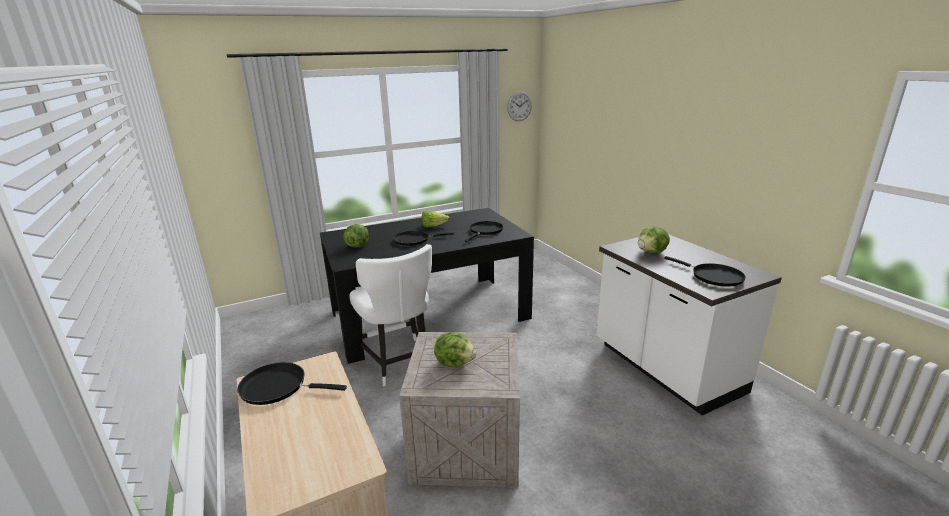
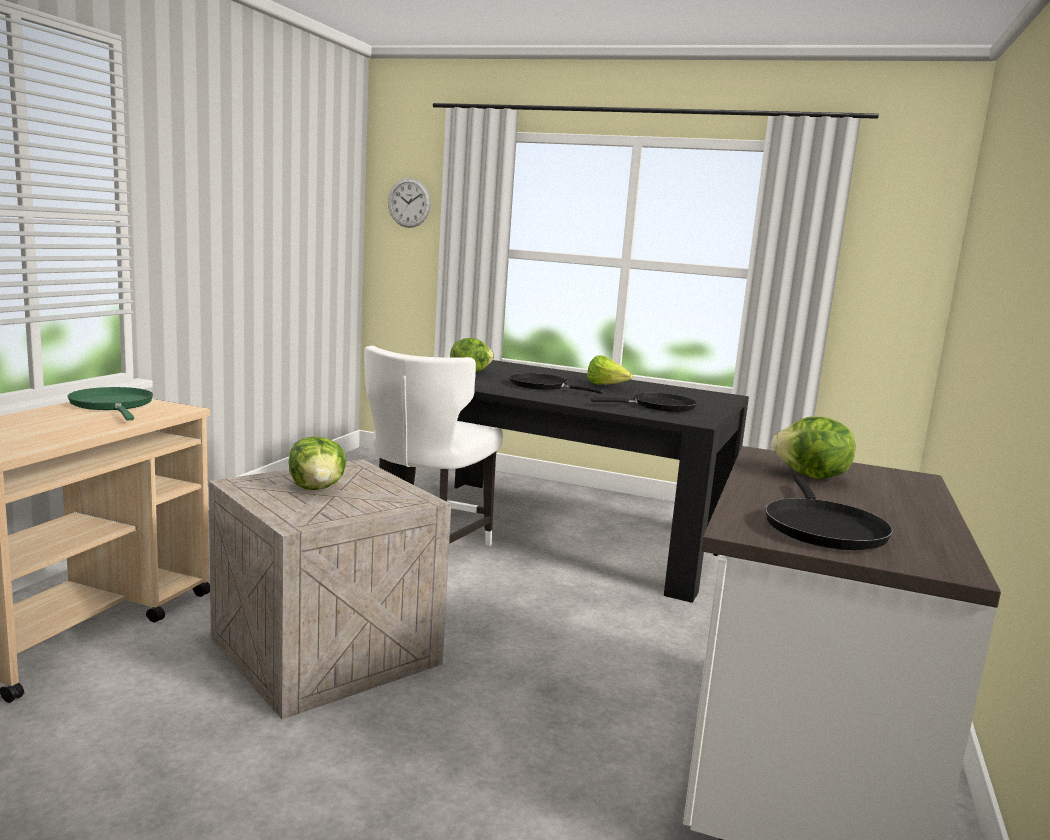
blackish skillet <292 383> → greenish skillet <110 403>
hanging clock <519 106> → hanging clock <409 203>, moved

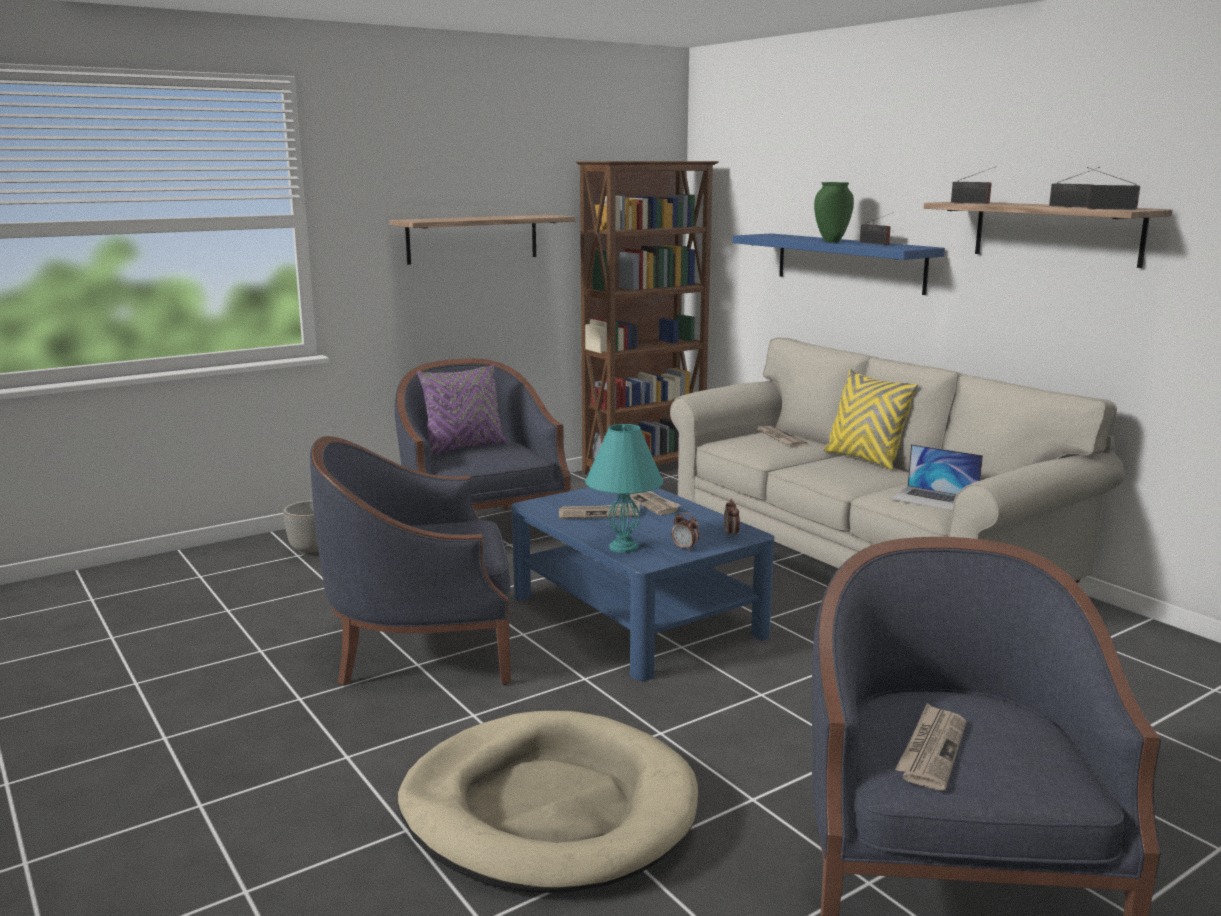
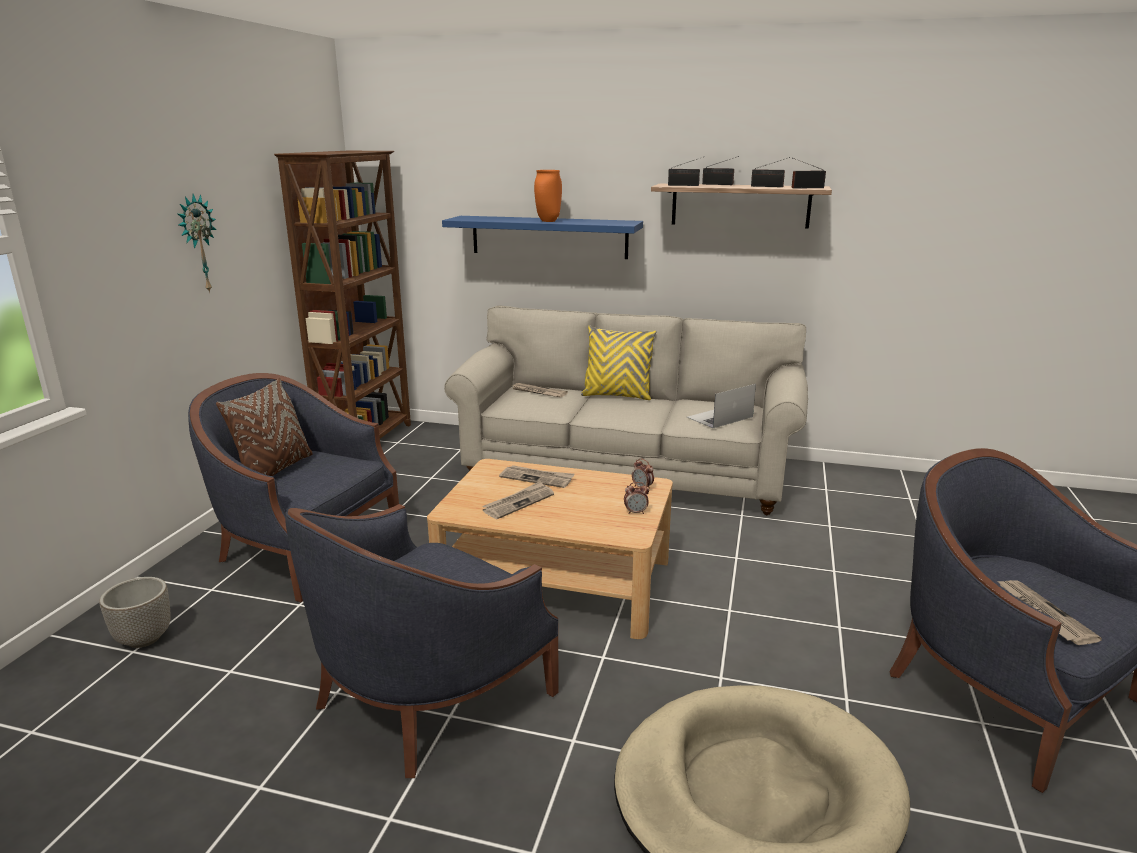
wall shelf <482 239> → hanging clock <197 243>
purple-coloured pillow <462 410> → brown pillow <264 427>
blue coffee table <643 584> → beige-coloured coffee table <550 549>
turquoise-coloured table lamp <624 488> → -
greenish flower vase <834 212> → orangey flower vase <548 196>
radio set <877 228> → radio set <720 170>, moved
portable computer <937 477> → portable computer <721 406>, 150 degrees clockwise

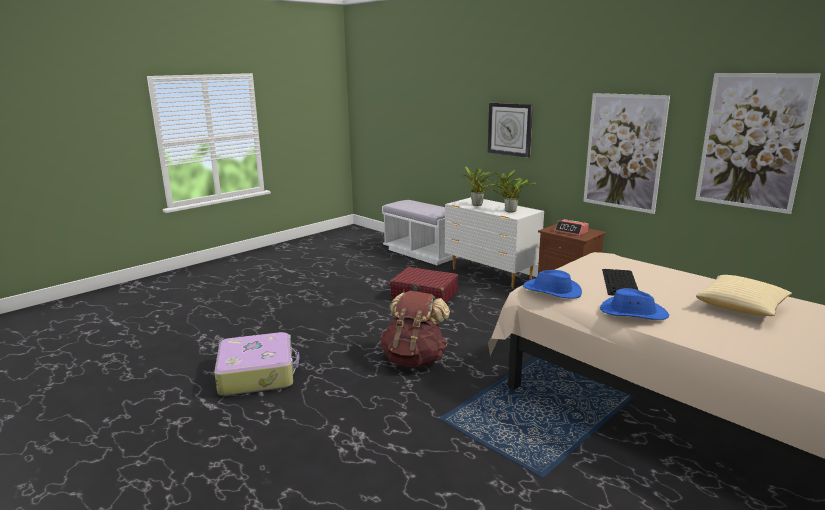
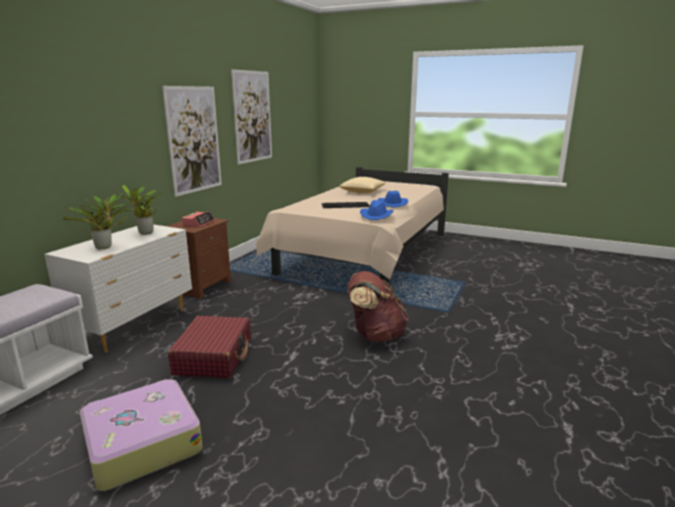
piece of luggage <257 364> → piece of luggage <141 435>, moved
hanging clock <510 129> → -

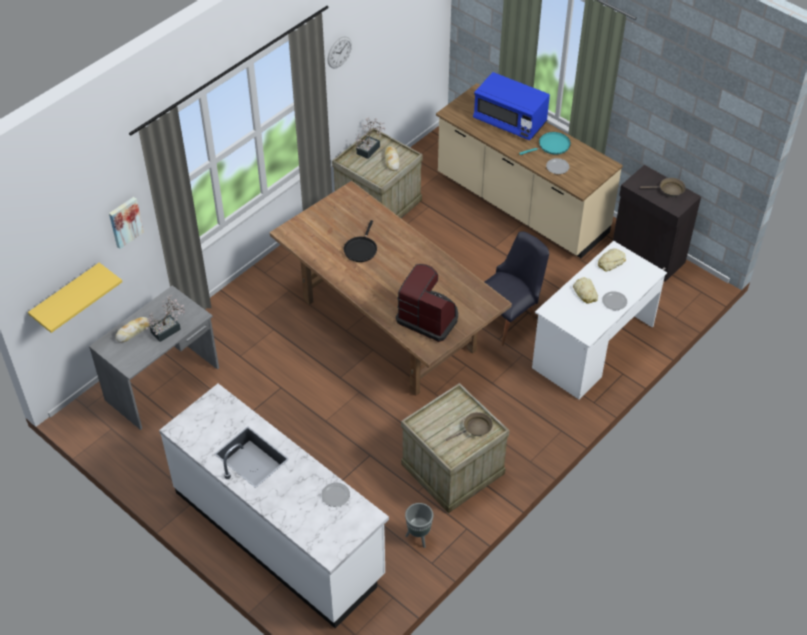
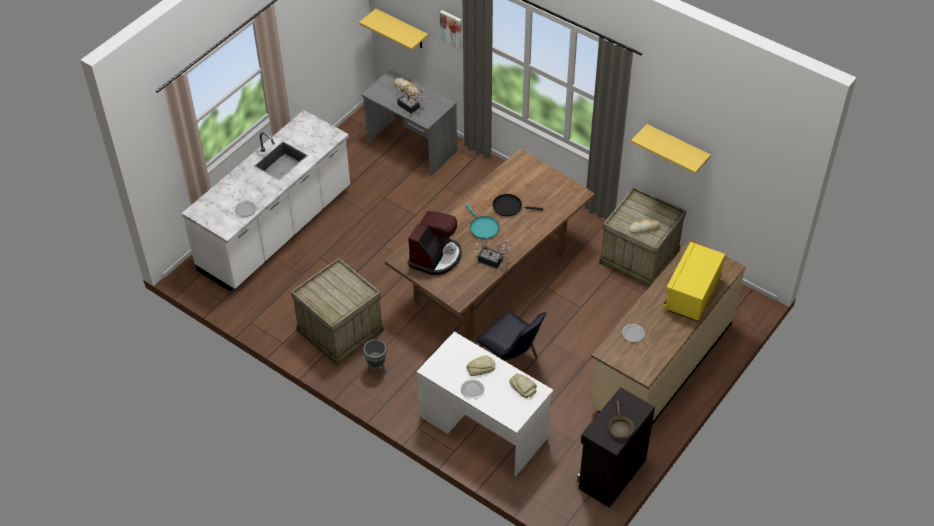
hanging clock <340 52> → -
plant in a pot <371 138> → plant in a pot <492 253>, moved
gray plant pot <419 525> → gray plant pot <374 356>, moved
brown skillet <469 426> → -
blue kitchen microwave <511 106> → yellowish kitchen microwave <694 282>
turquoise-coloured skillet <545 143> → turquoise-coloured skillet <483 221>, moved
- → yellowish wall shelf <671 149>

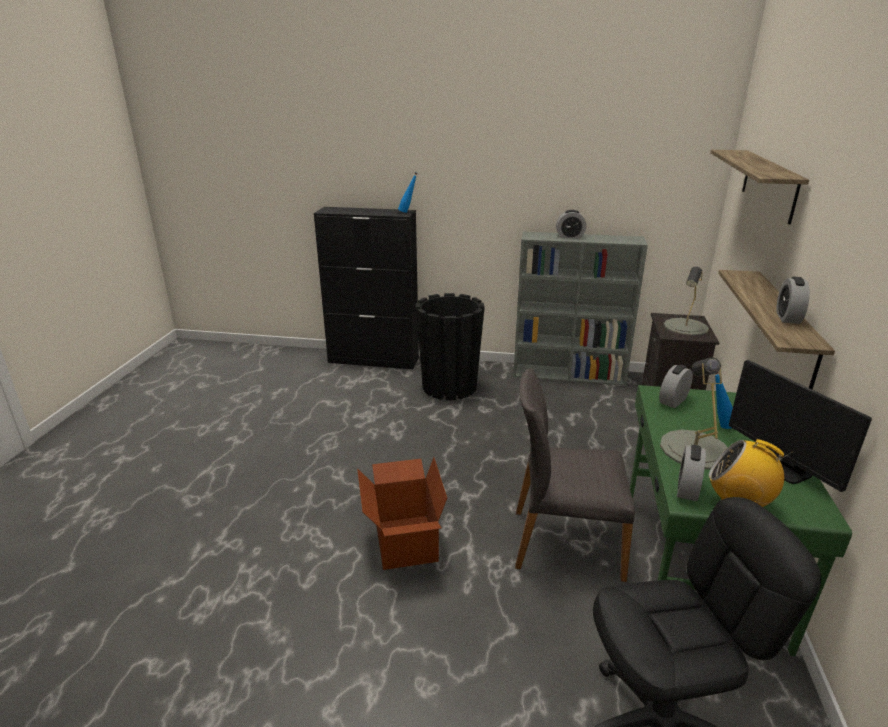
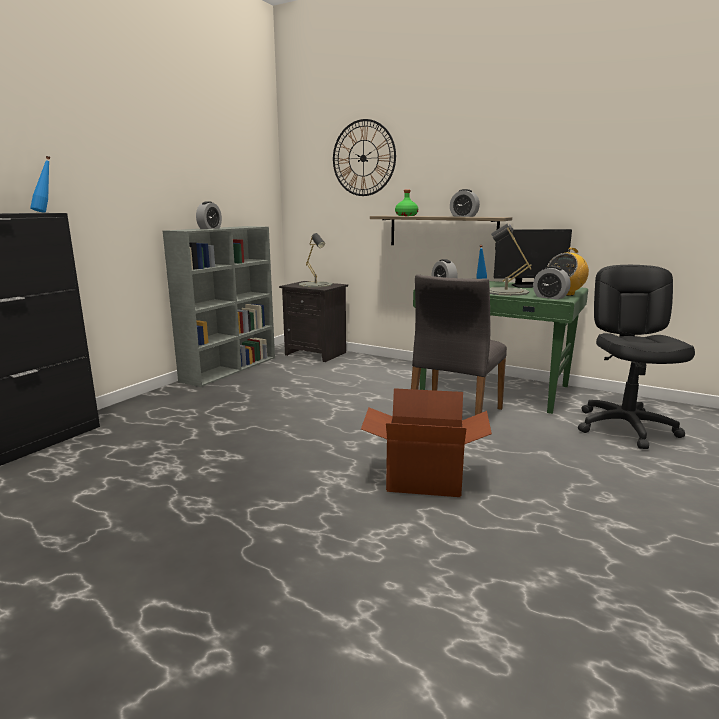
blackish plant pot <450 346> → -
wall shelf <759 187> → hanging clock <364 157>
- → greenish beverage bottle <406 203>

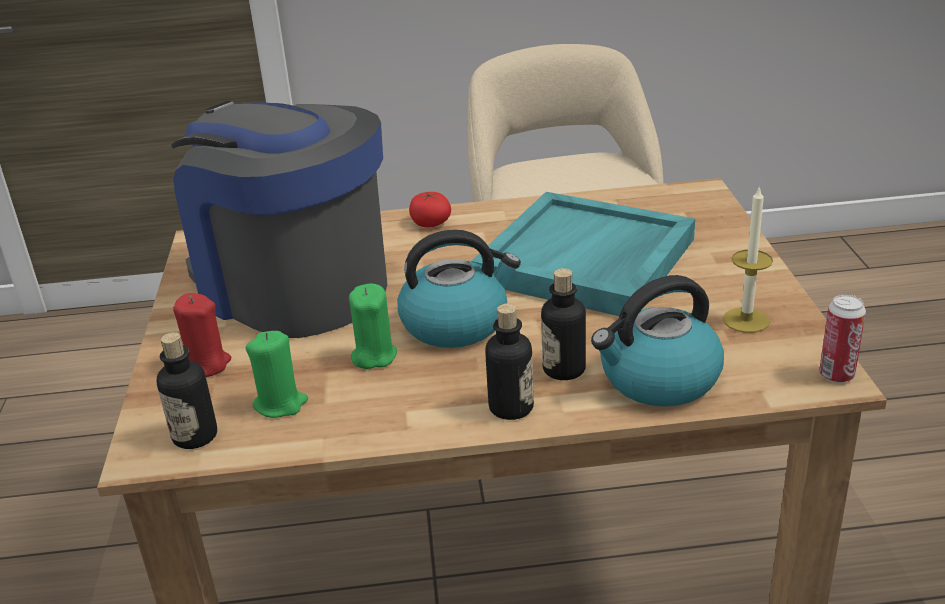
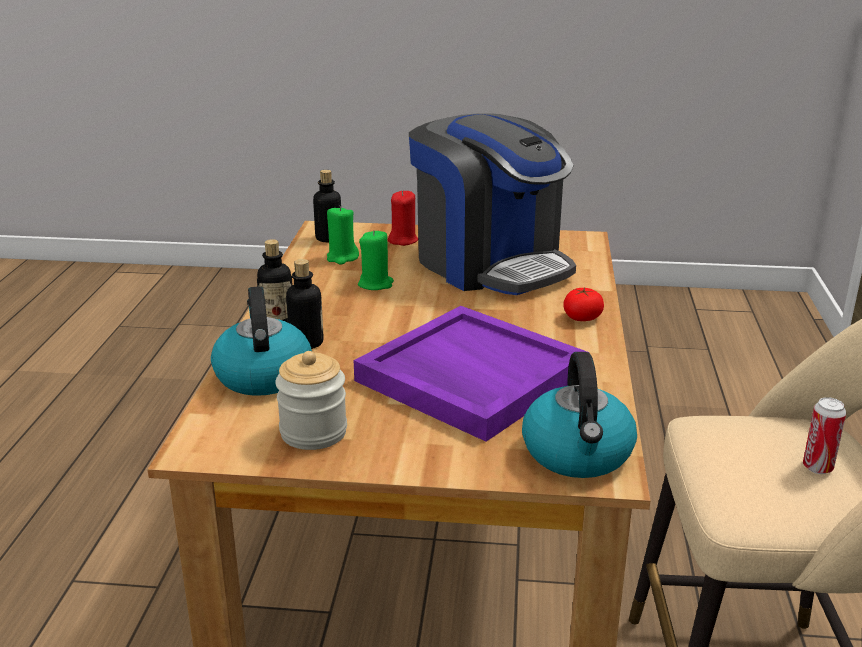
coffee brewer <279 219> → coffee brewer <492 204>, 90 degrees clockwise
water kettle <459 288> → water kettle <579 415>, moved
turquoise-coloured carrying tray <583 254> → purple-coloured carrying tray <470 374>
wax light <748 259> → preserve jar <311 400>
metal can <842 338> → metal can <824 435>, moved

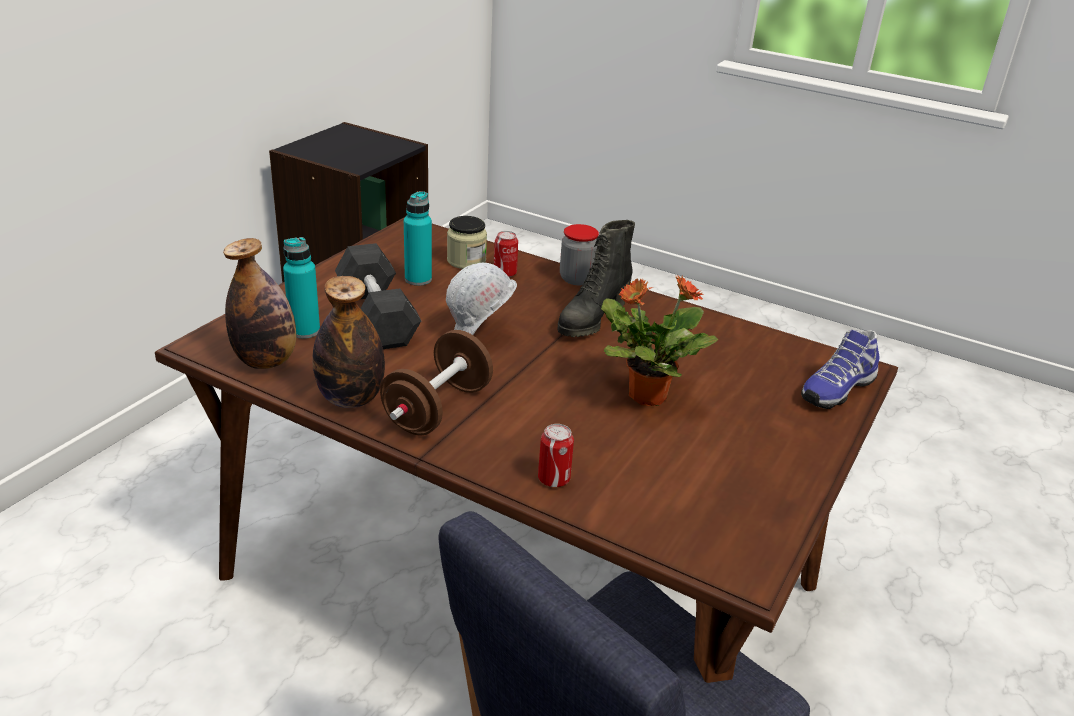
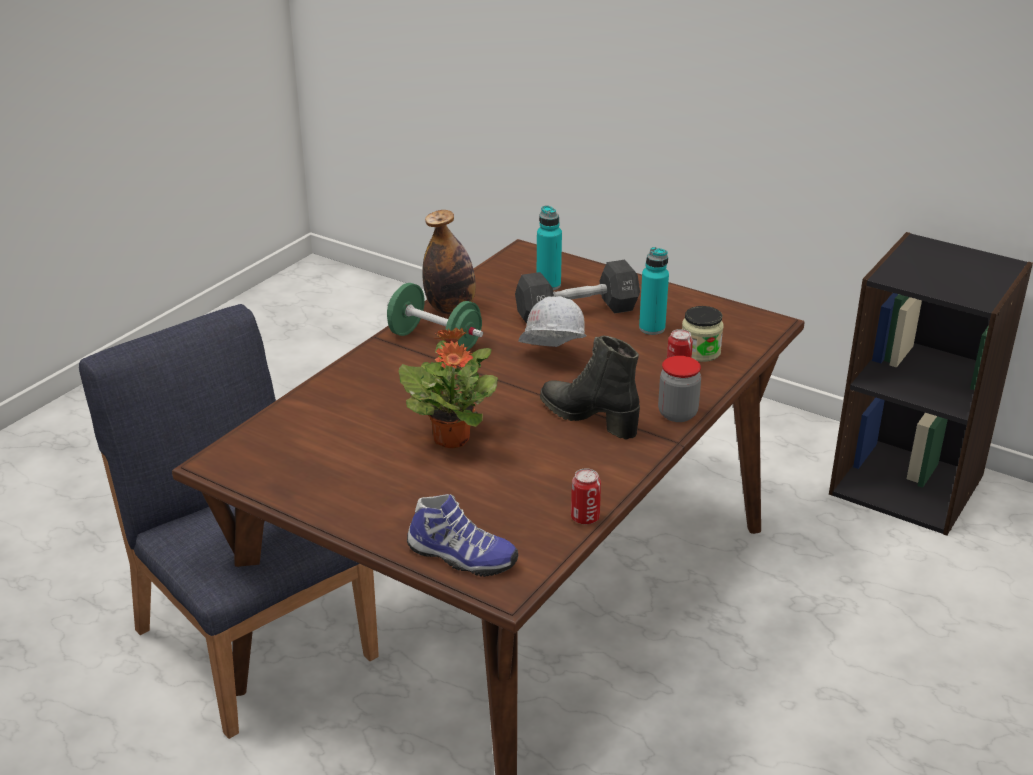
beverage bottle <259 303> → -
brown dumbbell <436 383> → greenish dumbbell <435 317>
metal can <556 455> → metal can <586 496>, moved
shoe <840 369> → shoe <463 535>, 150 degrees clockwise

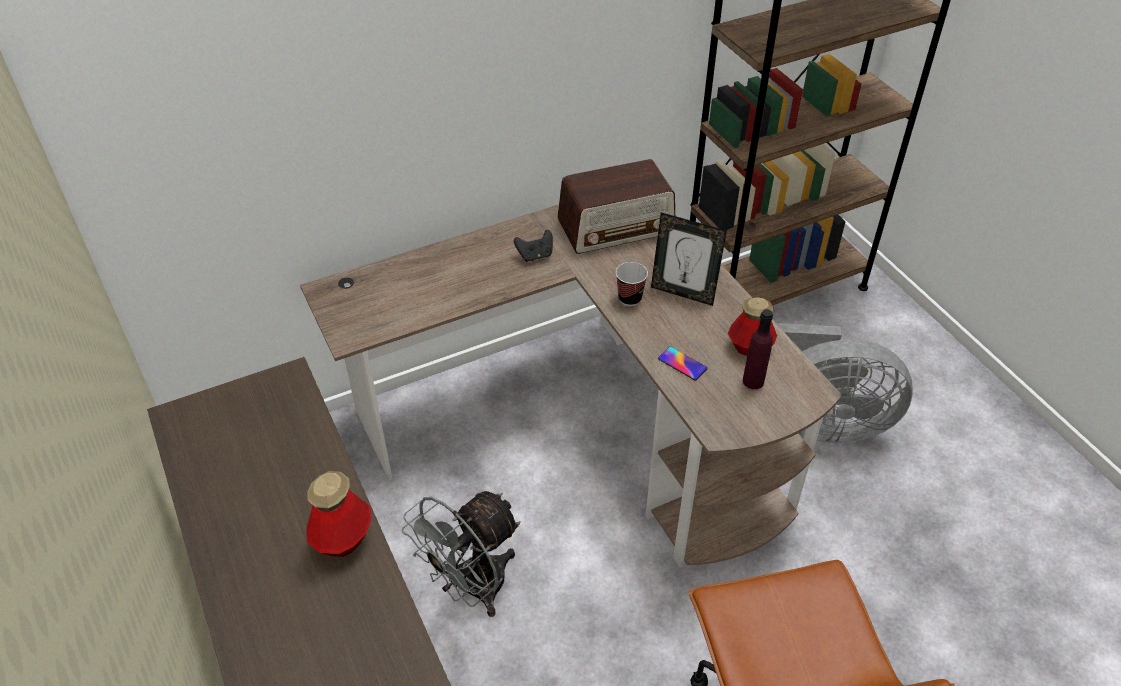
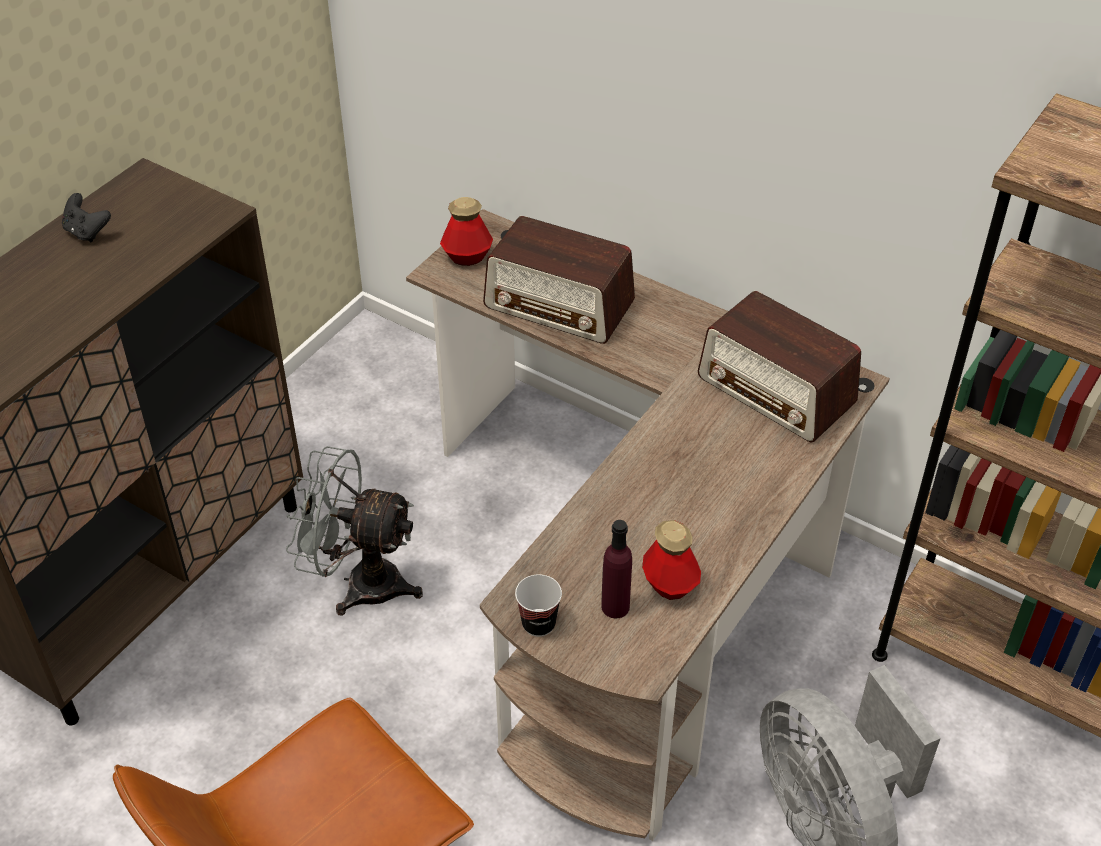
beverage bottle <338 514> → beverage bottle <466 231>, moved
blackish game controller <533 246> → blackish game controller <86 217>, moved
drinking cup <632 284> → drinking cup <538 605>, moved
picture frame <689 259> → -
handset <683 363> → -
- → radio set <559 280>

